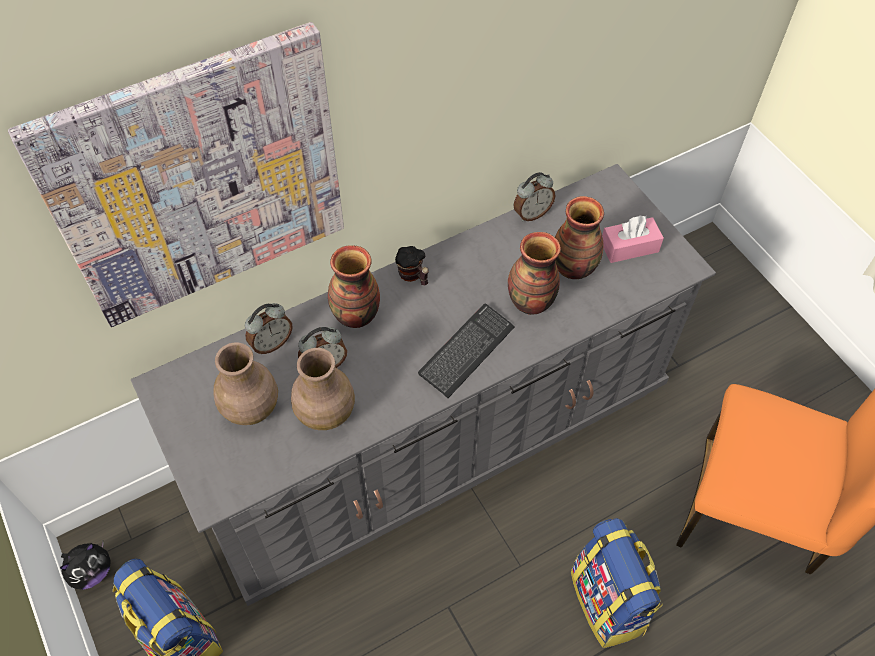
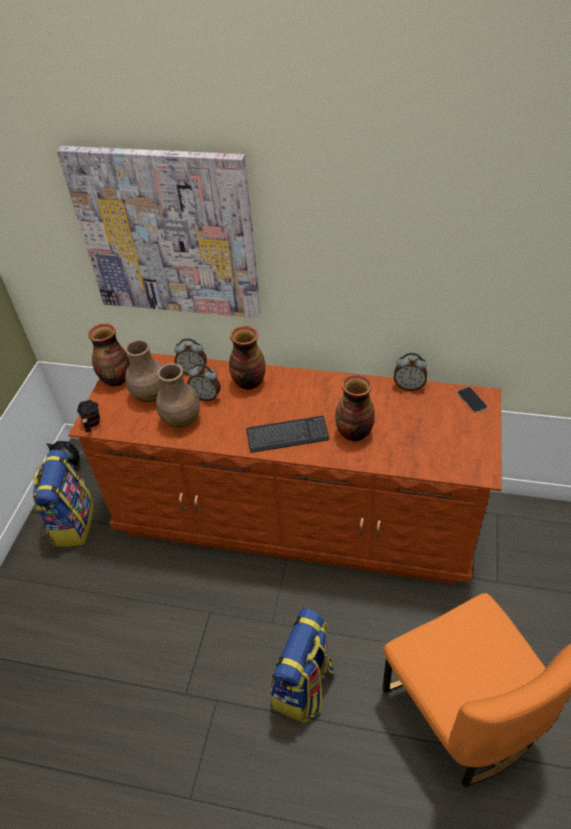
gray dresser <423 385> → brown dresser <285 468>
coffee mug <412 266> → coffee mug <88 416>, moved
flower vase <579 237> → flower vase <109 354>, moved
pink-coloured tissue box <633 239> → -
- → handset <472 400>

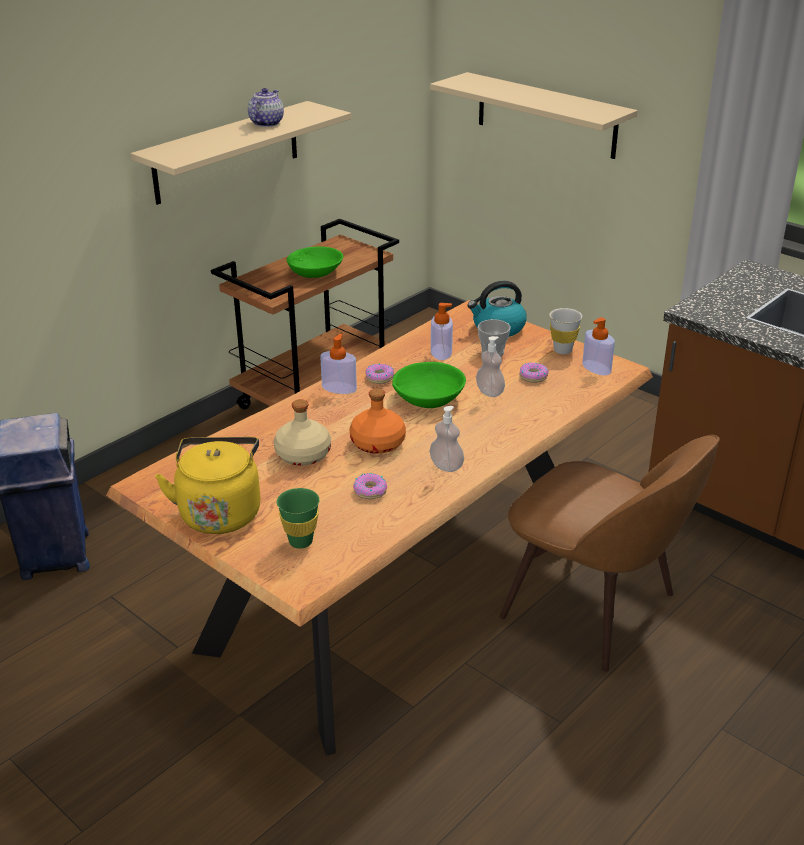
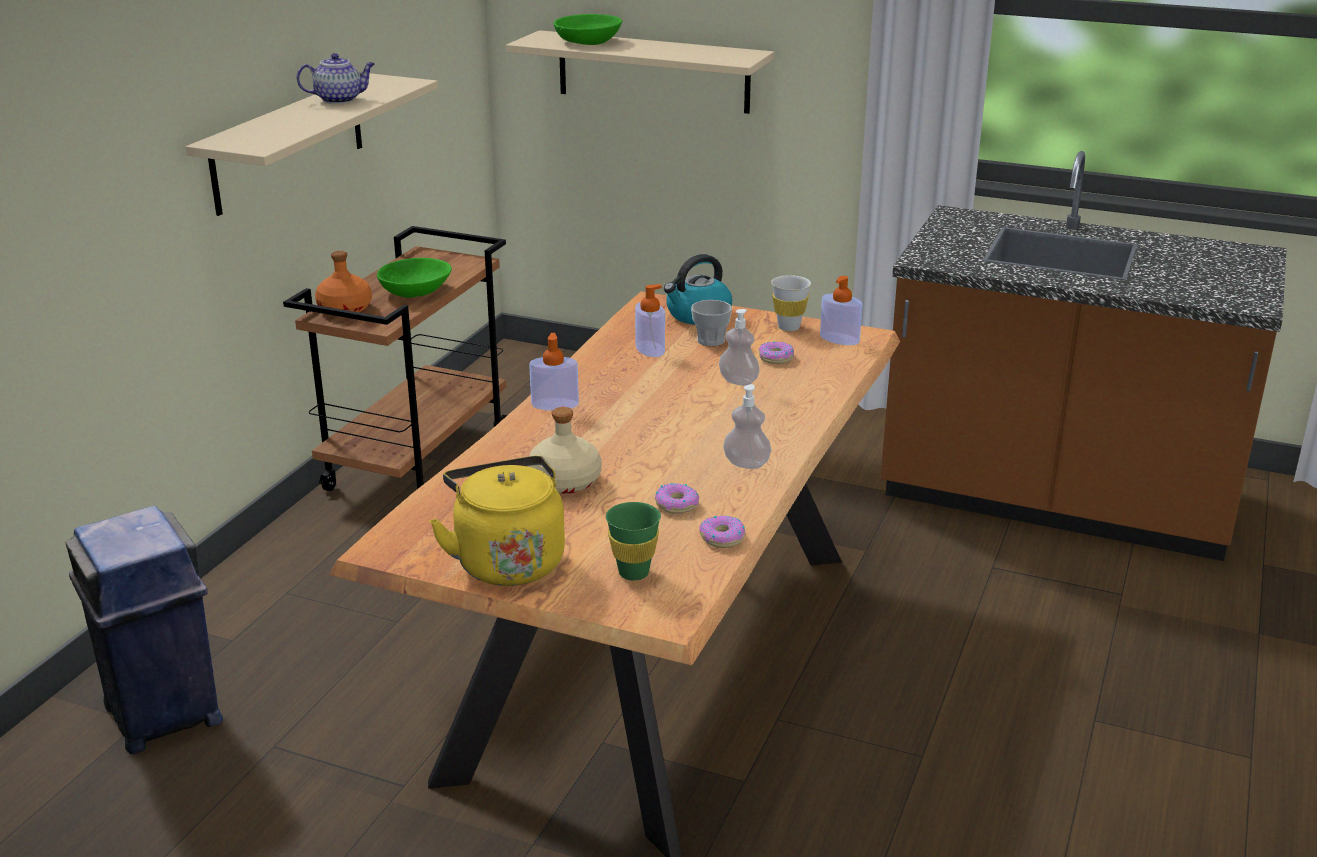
tea pot <266 107> → tea pot <335 78>, 75 degrees clockwise
orangey beverage bottle <377 421> → orangey beverage bottle <343 281>, moved
donut <380 374> → donut <722 532>, moved
greenish bowl <429 385> → greenish bowl <587 29>, moved
brown upright chair <610 553> → -

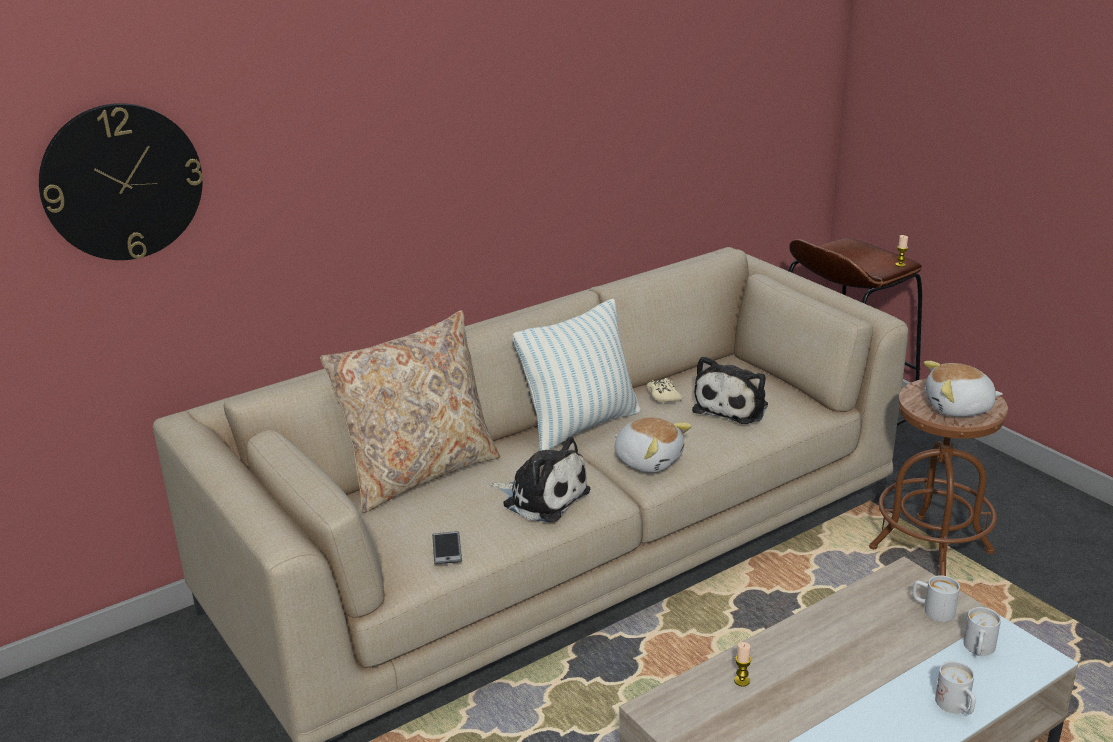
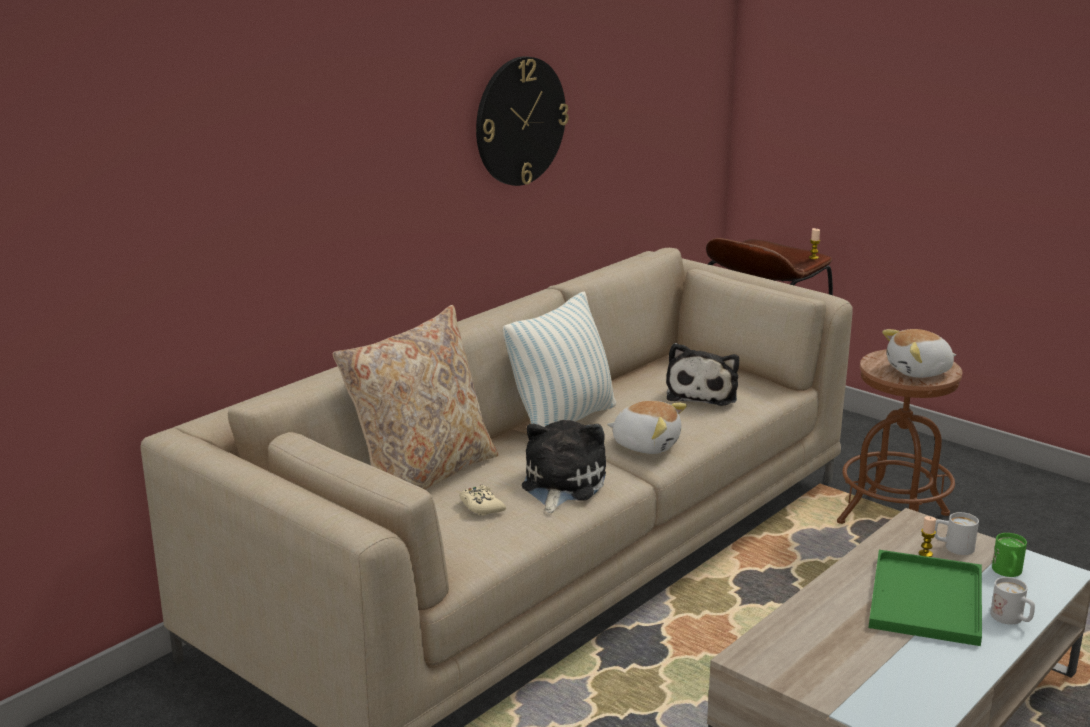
hanging clock <121 181> → hanging clock <522 121>, moved
handset <447 548> → -
soft toy <540 480> → soft toy <564 466>, 90 degrees counterclockwise
beige-coloured game controller <665 390> → beige-coloured game controller <482 500>, moved
wax light <742 664> → wax light <927 536>, moved
whitish coffee mug <982 631> → greenish coffee mug <1009 555>
- → greenish carrying tray <925 598>

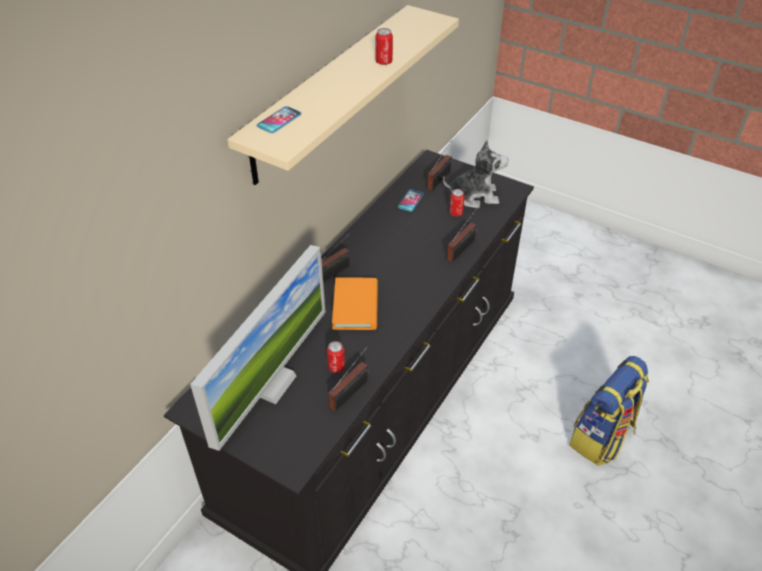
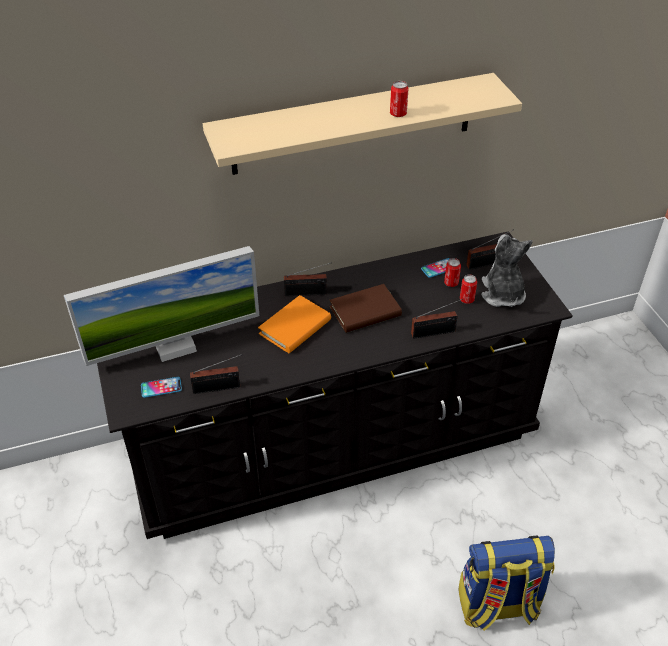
handset <279 119> → handset <161 387>, moved
metal can <336 357> → metal can <452 272>, moved
soft toy <476 174> → soft toy <507 270>, 135 degrees counterclockwise
- → brown book <366 308>

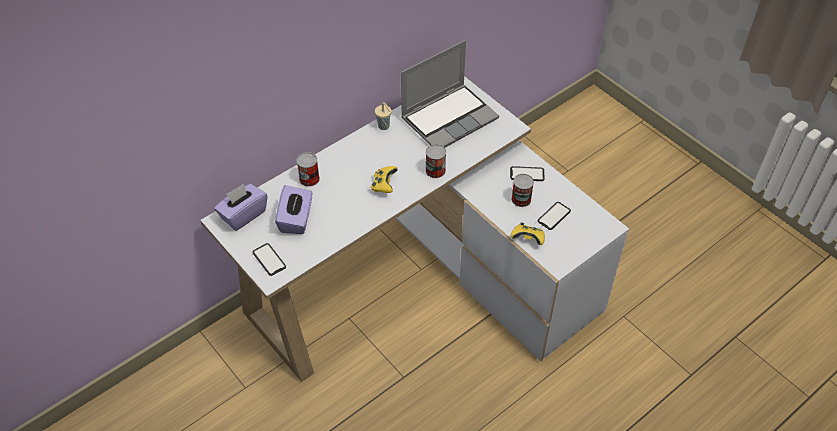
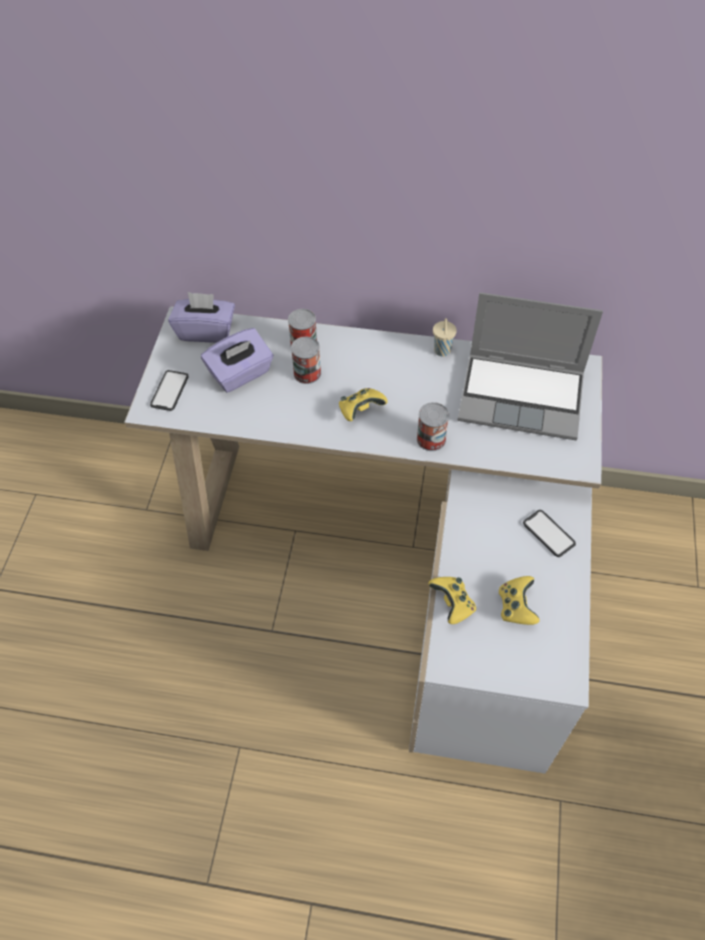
metal can <522 190> → metal can <306 360>, moved
handset <554 216> → yellowish game controller <519 600>

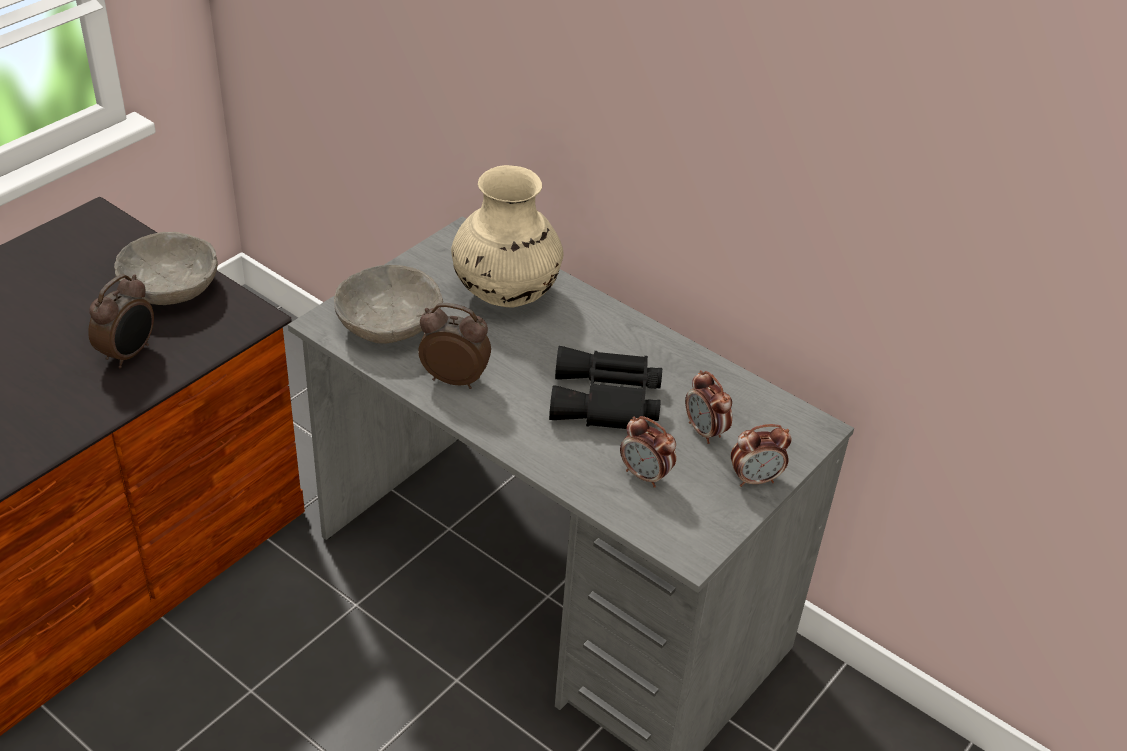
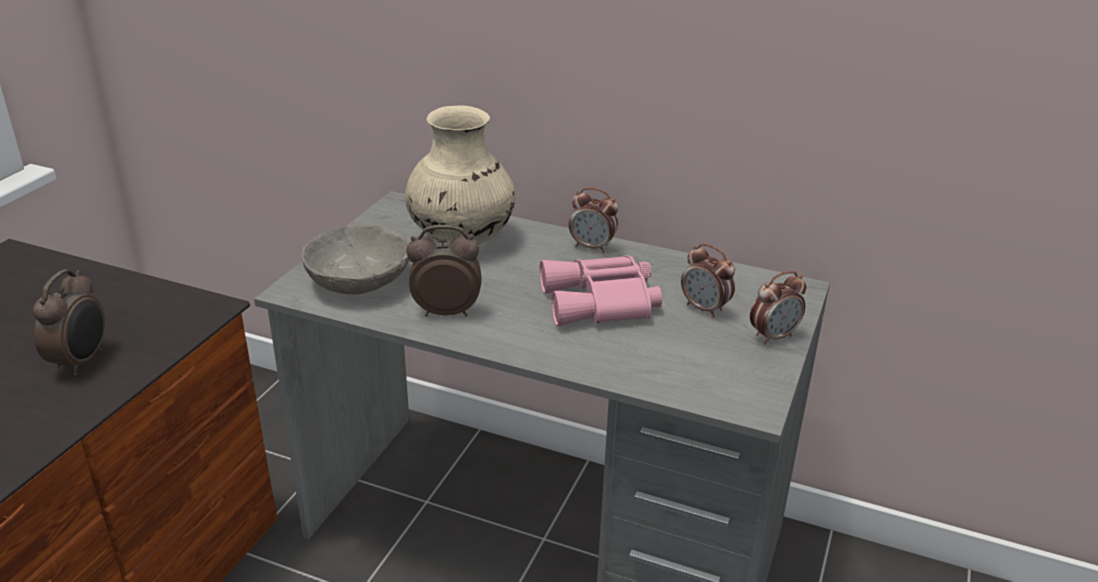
gray bowl <166 268> → -
blackish field glasses <605 387> → pink-coloured field glasses <600 290>
bedside clock <648 452> → bedside clock <593 220>, moved

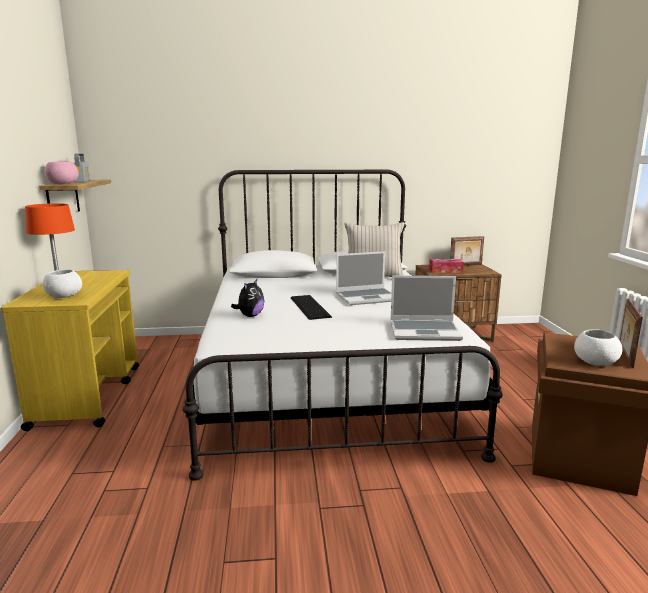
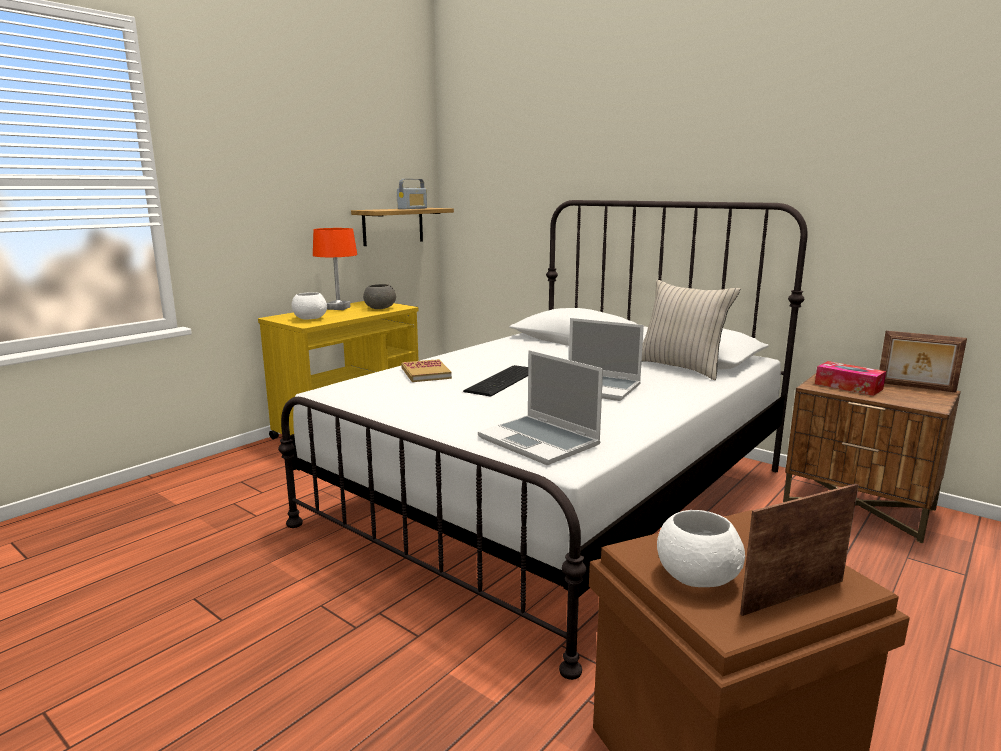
pink-coloured bowl <61 172> → -
soft toy <247 298> → book <426 370>
- → gray bowl <379 296>

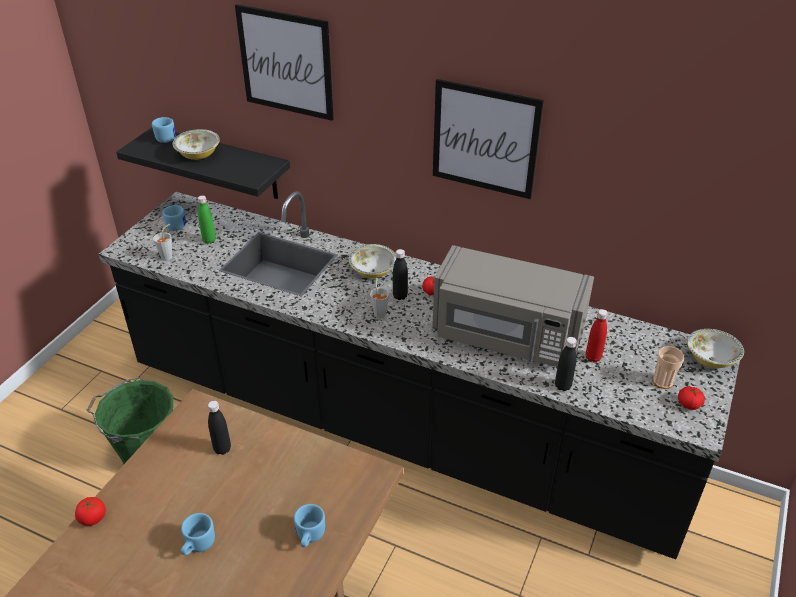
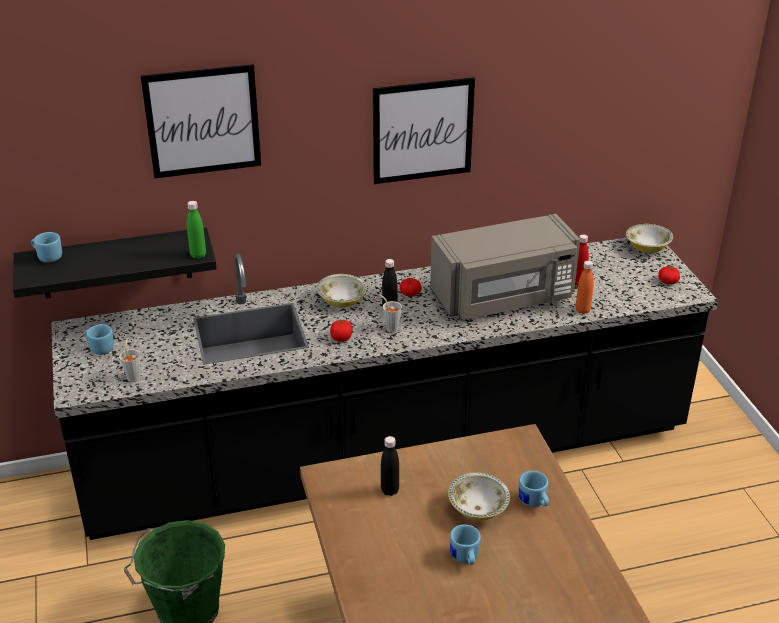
tomato <90 511> → tomato <341 331>, moved
bowl <196 144> → bowl <479 496>, moved
greenish beverage bottle <207 219> → greenish beverage bottle <196 230>, moved
blackish beverage bottle <566 364> → orangey beverage bottle <585 287>
drinking cup <668 367> → -

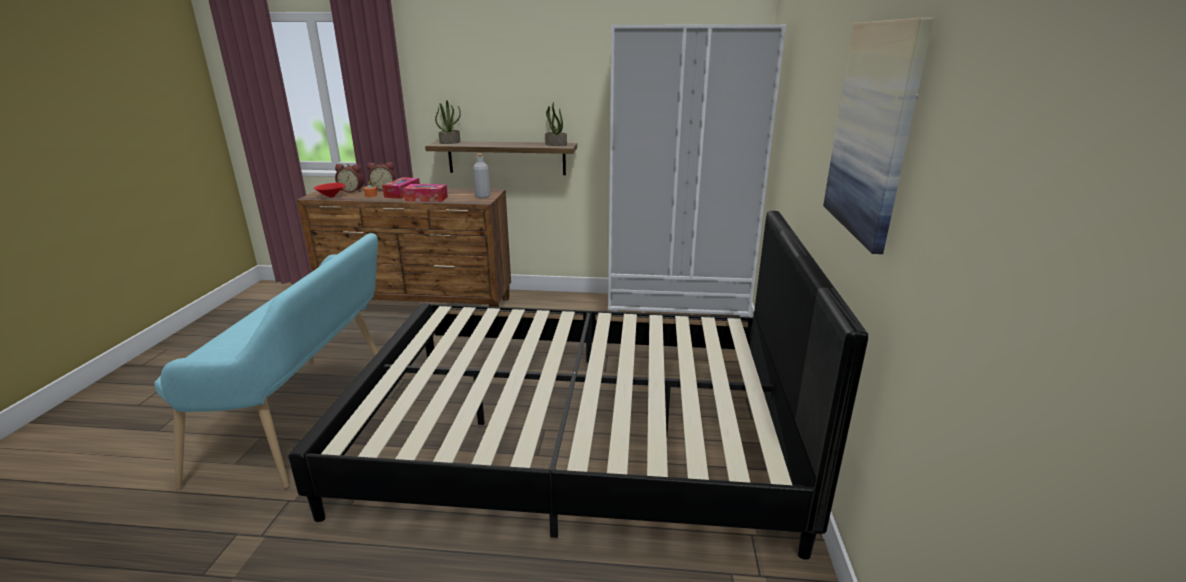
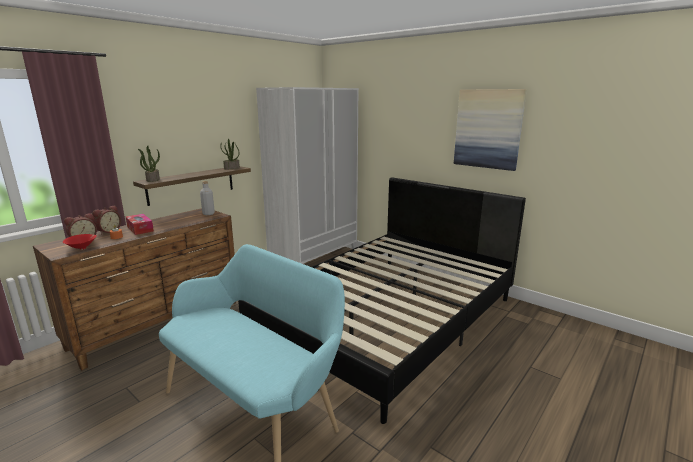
tissue box <425 193> → -

